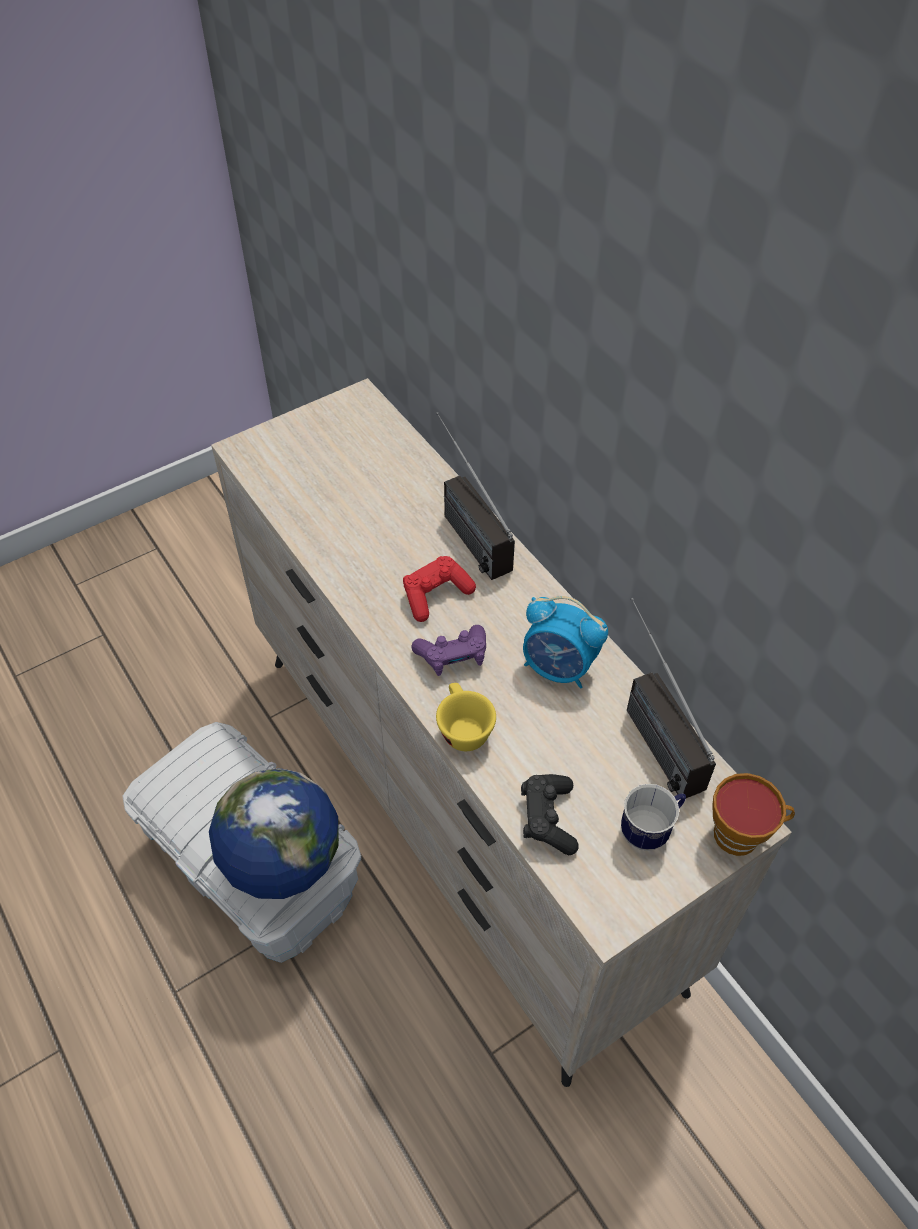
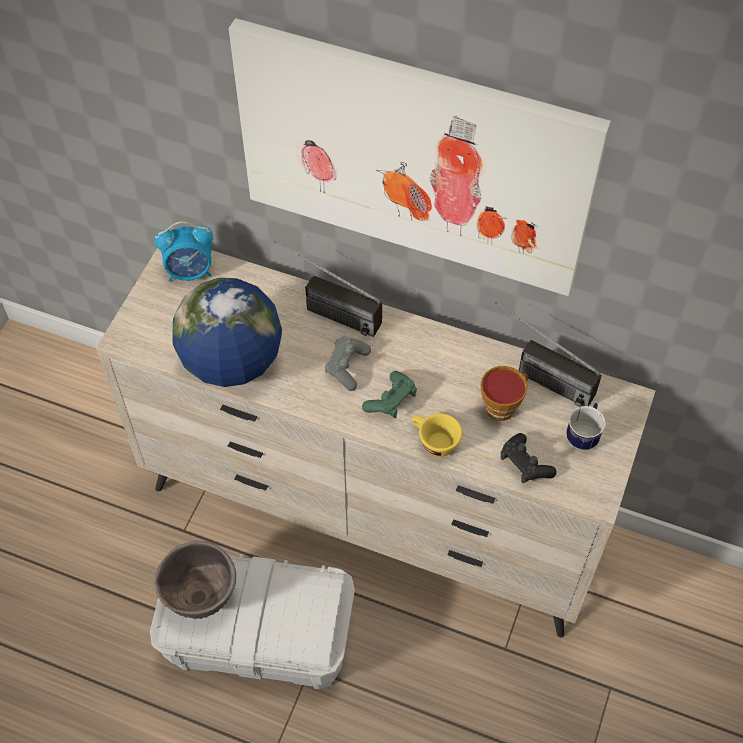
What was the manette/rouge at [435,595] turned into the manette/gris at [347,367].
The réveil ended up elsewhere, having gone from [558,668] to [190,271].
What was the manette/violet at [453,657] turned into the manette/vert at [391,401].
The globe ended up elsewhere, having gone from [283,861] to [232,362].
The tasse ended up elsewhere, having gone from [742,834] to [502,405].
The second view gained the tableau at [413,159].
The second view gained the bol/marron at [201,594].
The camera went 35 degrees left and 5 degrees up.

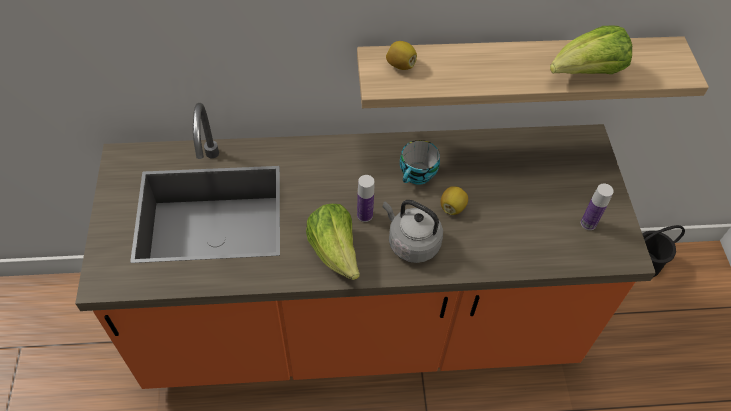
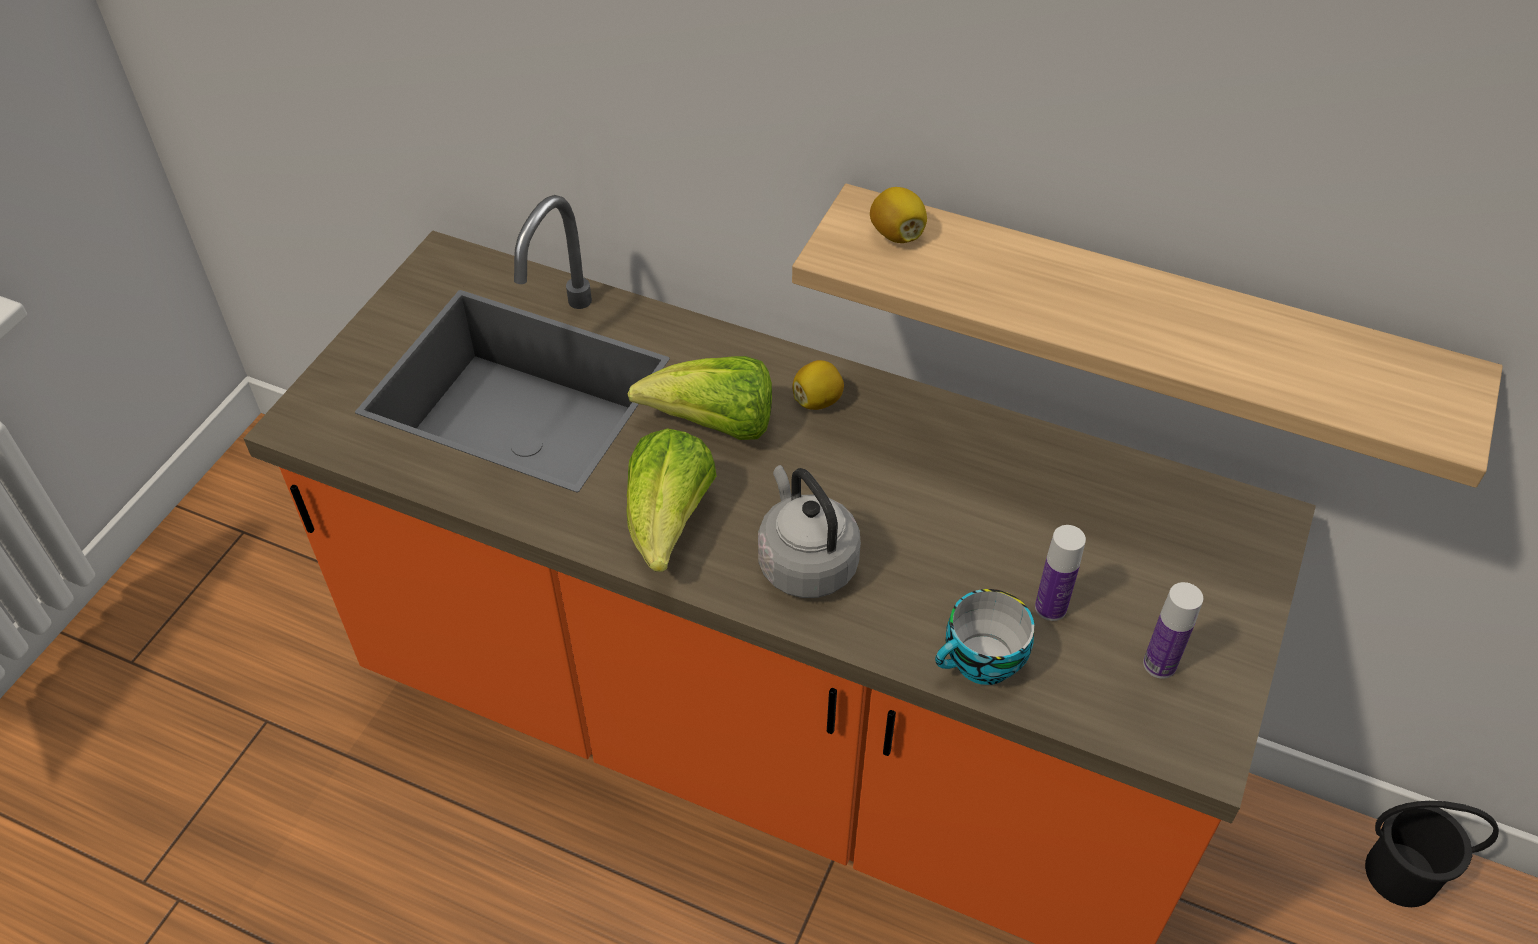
The laitue ended up elsewhere, having gone from [587,73] to [714,426].
The tasse ended up elsewhere, having gone from [417,176] to [981,664].
The bouteille ended up elsewhere, having gone from [364,215] to [1050,607].
The citron ended up elsewhere, having gone from [452,207] to [818,400].
The camera went 30 degrees right and 5 degrees down.

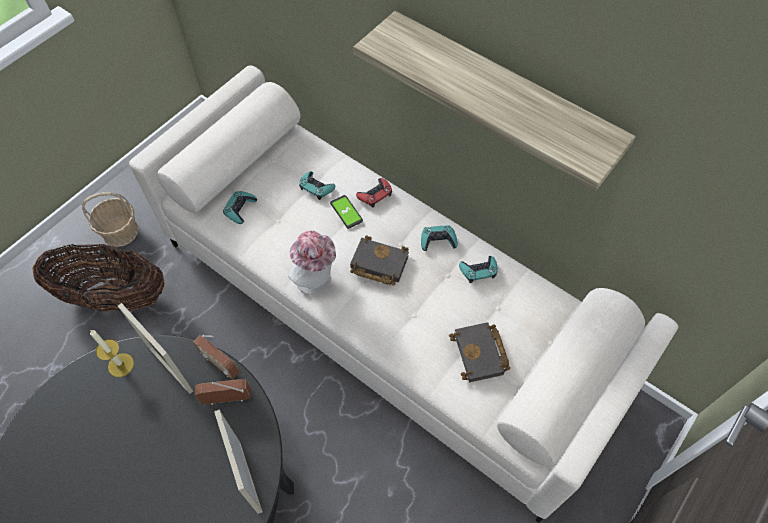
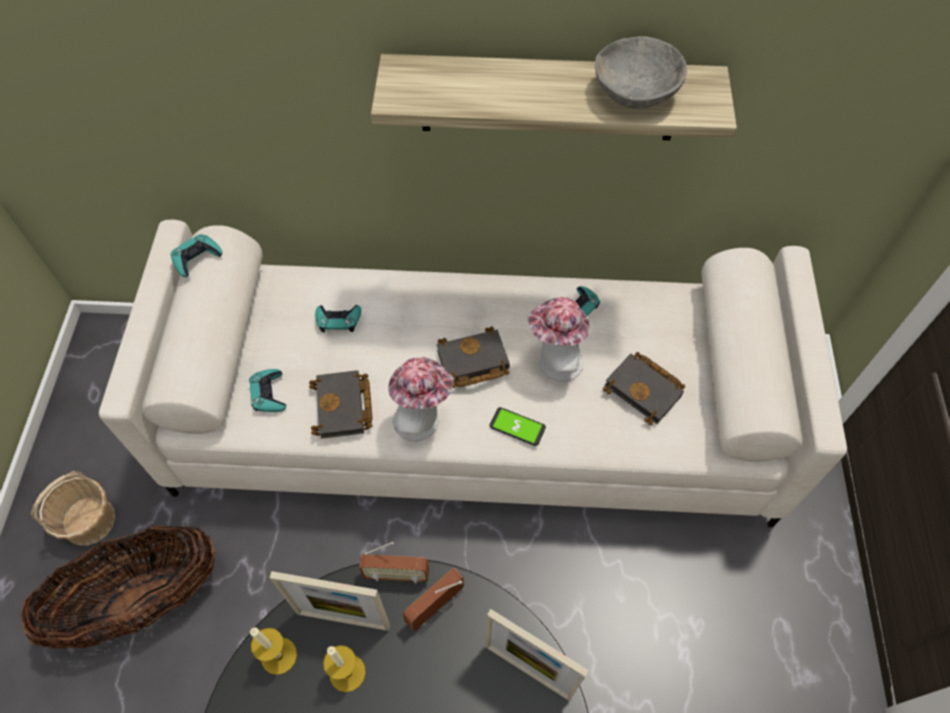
The second view lost the manette/rouge at [375,195].
The téléphone ended up elsewhere, having gone from [346,212] to [517,427].
The manette/turquoise ended up elsewhere, having gone from [438,240] to [197,258].
The second view gained the bol/gris at [636,92].
The second view gained the chapeau at [554,362].
The second view gained the livre/noir at [344,408].
The second view gained the bougie at [347,672].
The camera went 35 degrees left and 0 degrees up.

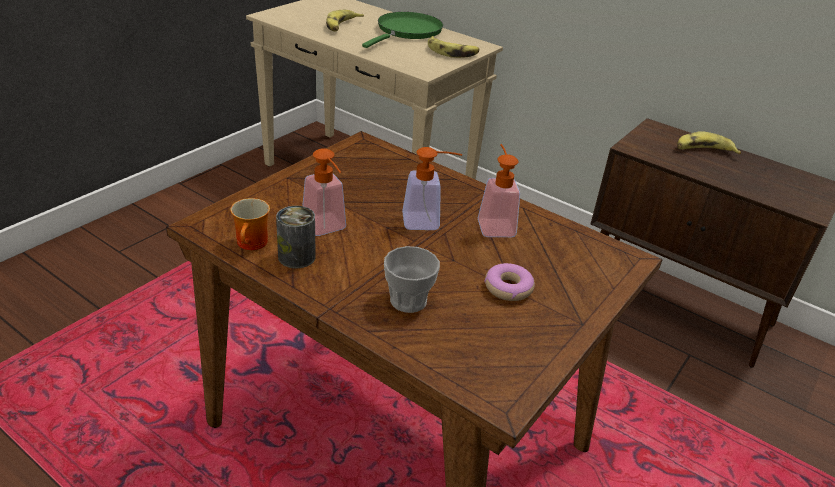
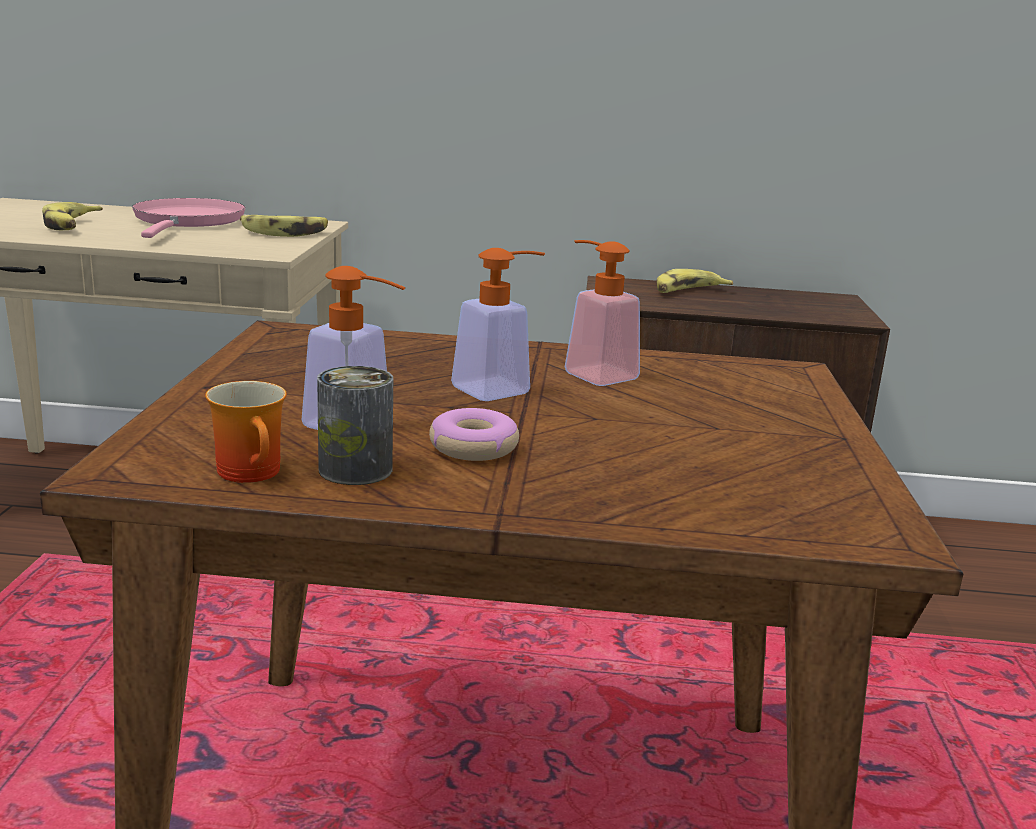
What was the poêle/vert at [407,31] turned into the poêle/rose at [188,221].
The second view lost the tasse at [408,300].
The beignet ended up elsewhere, having gone from [508,288] to [474,447].
The camera went 30 degrees left and 15 degrees down.

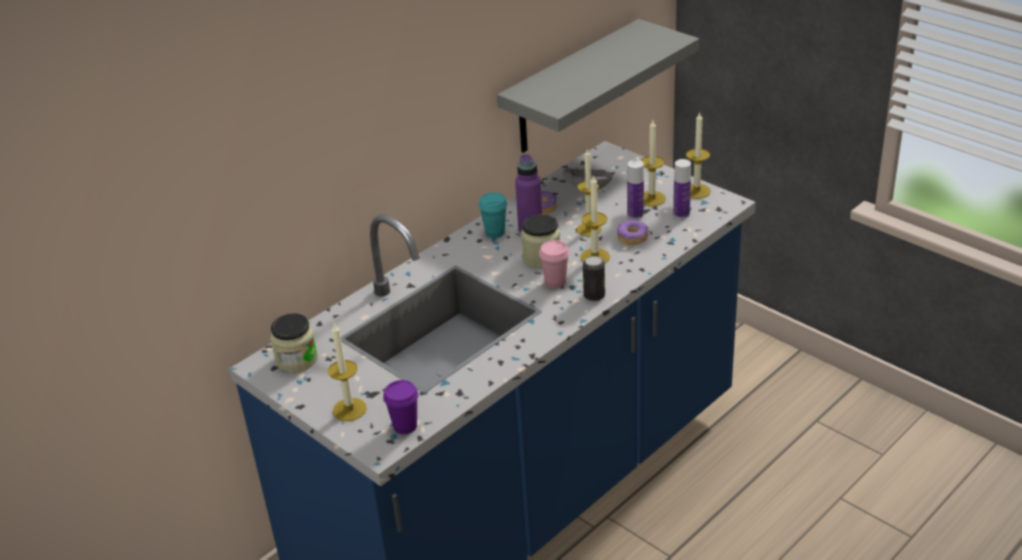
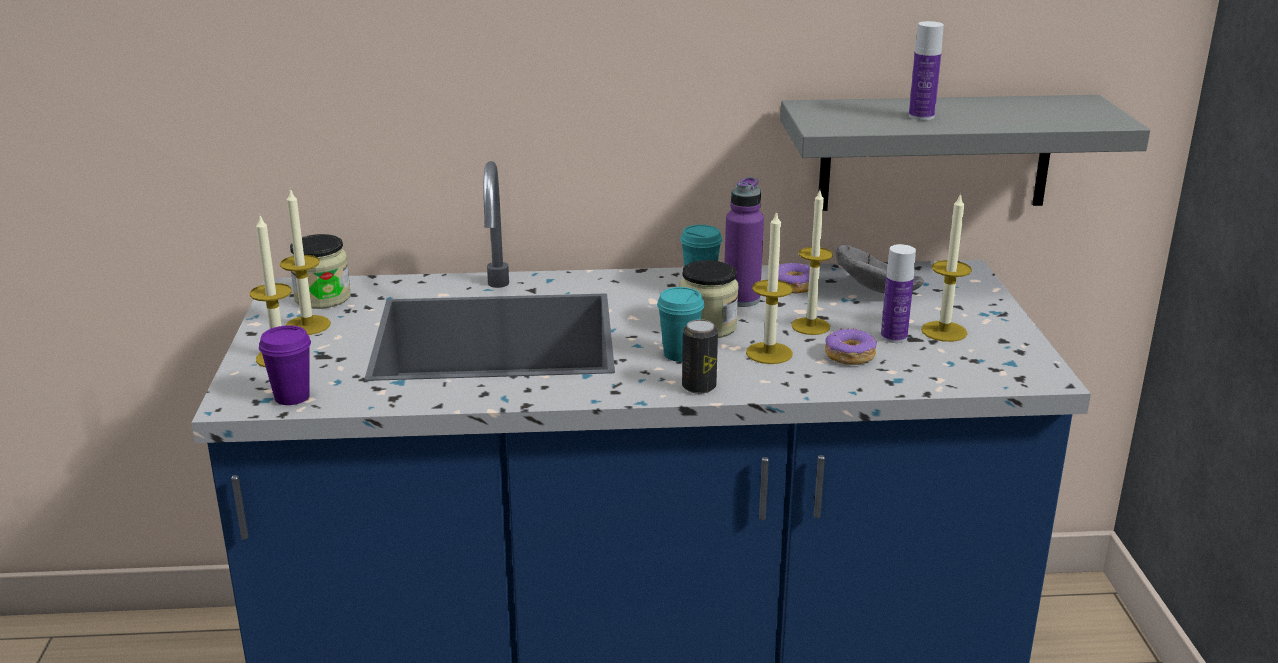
The bougie ended up elsewhere, having gone from [696,191] to [307,325].
The bouteille ended up elsewhere, having gone from [681,214] to [921,116].
What was the tasse/rose at [555,282] turned into the tasse/turquoise at [679,354].
The camera went 40 degrees right and 10 degrees down.

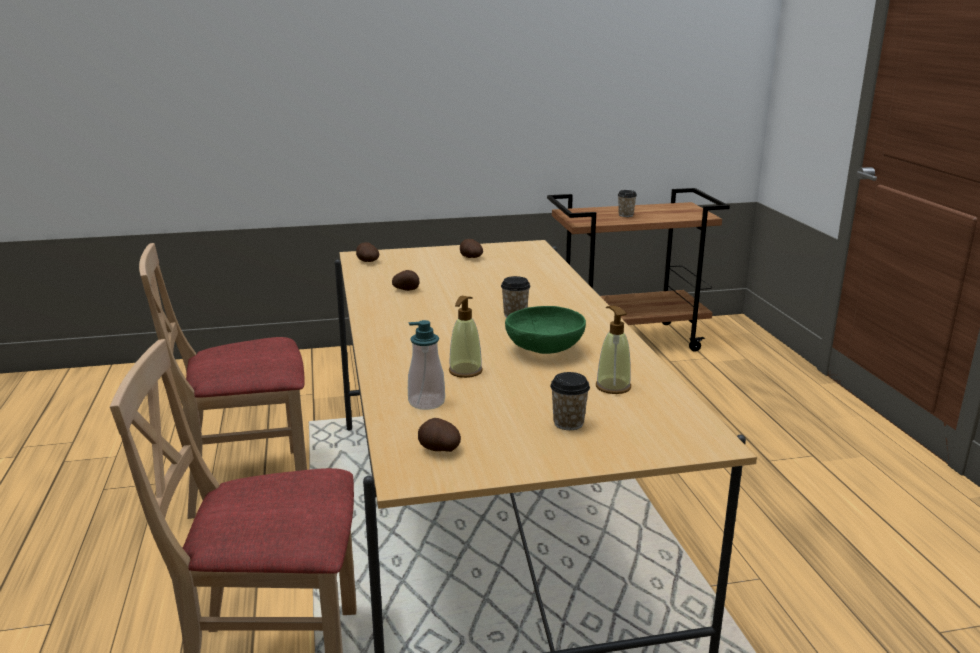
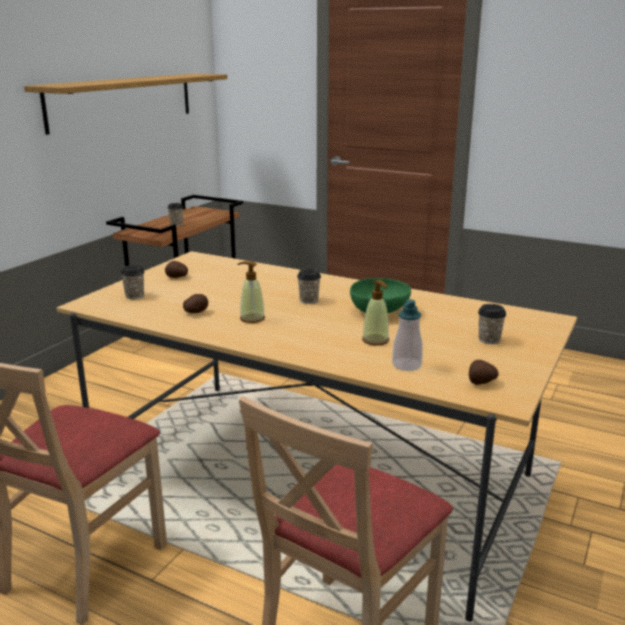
The second view lost the pomme de terre at [367,261].
The distributeur de savon ended up elsewhere, having gone from [613,387] to [252,318].
The second view gained the étagère at [123,101].
The second view gained the tasse at [134,296].
The camera went 50 degrees left and 0 degrees up.

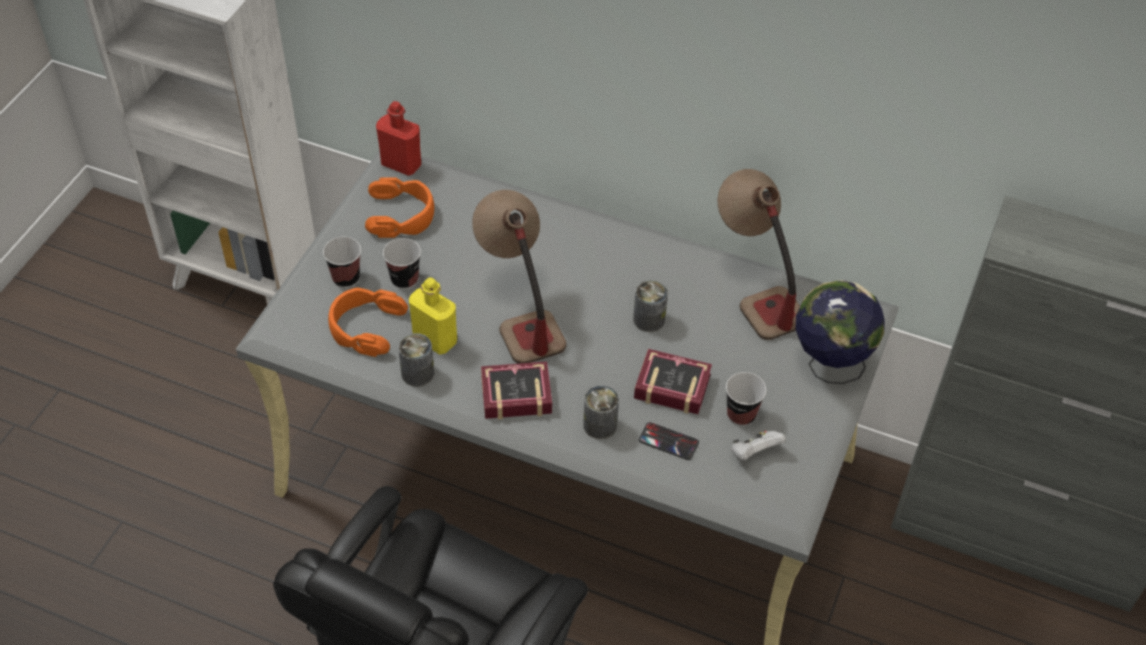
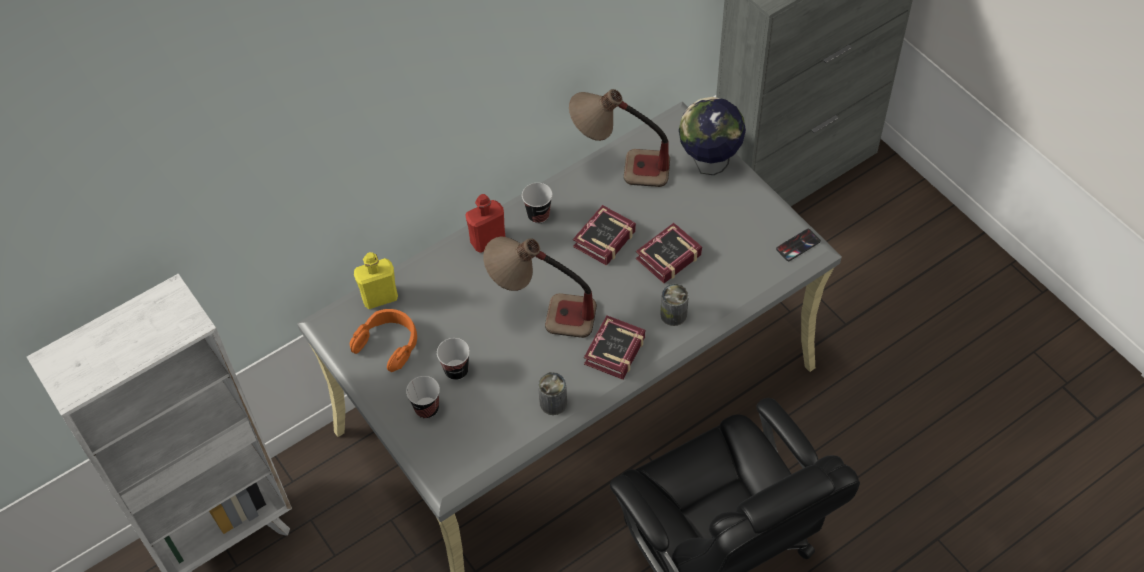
The bouteille/rouge ended up elsewhere, having gone from [401,164] to [488,240].
The bouteille/jaune ended up elsewhere, having gone from [435,339] to [380,297].
Where the boîte métallique stood at [649,319], the livre came to stand at [601,240].
The second view lost the casque audio/orange at [365,327].
The tasse ended up elsewhere, having gone from [741,414] to [538,215].
The téléphone ended up elsewhere, having gone from [668,441] to [798,245].
The second view lost the manette/blanc at [754,453].
The camera went 55 degrees left and 5 degrees up.

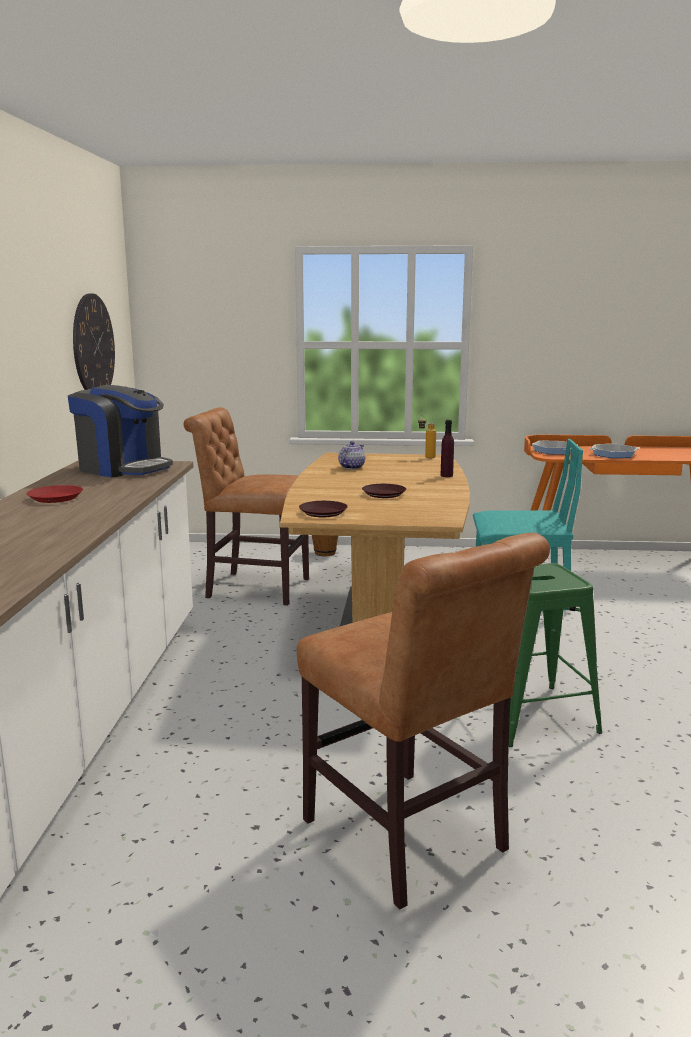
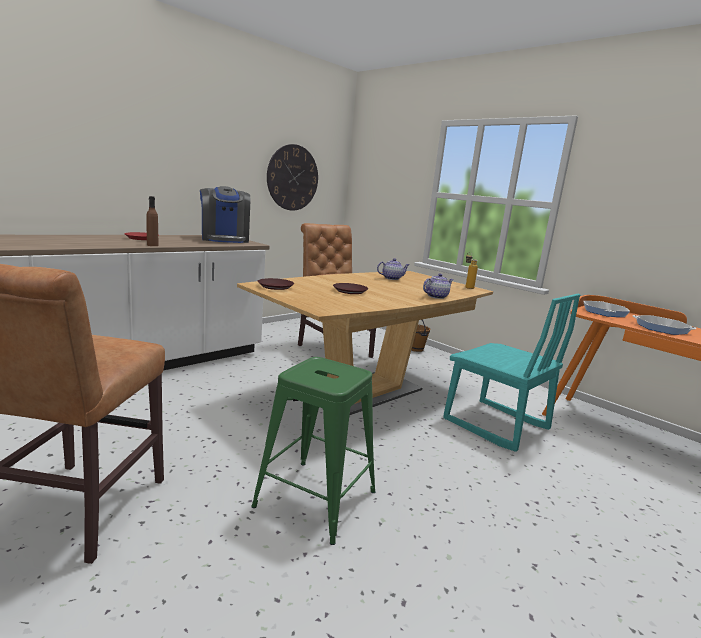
Where the bouteille/violet stood at [446,475], the théière came to stand at [436,296].
The second view gained the bouteille/marron at [152,245].
The camera went 40 degrees right and 0 degrees up.

